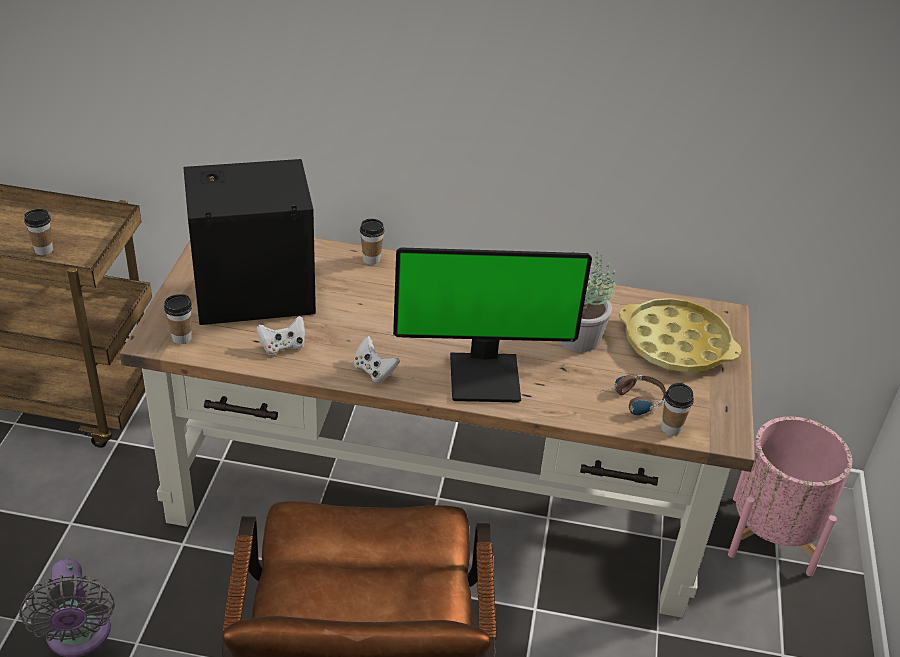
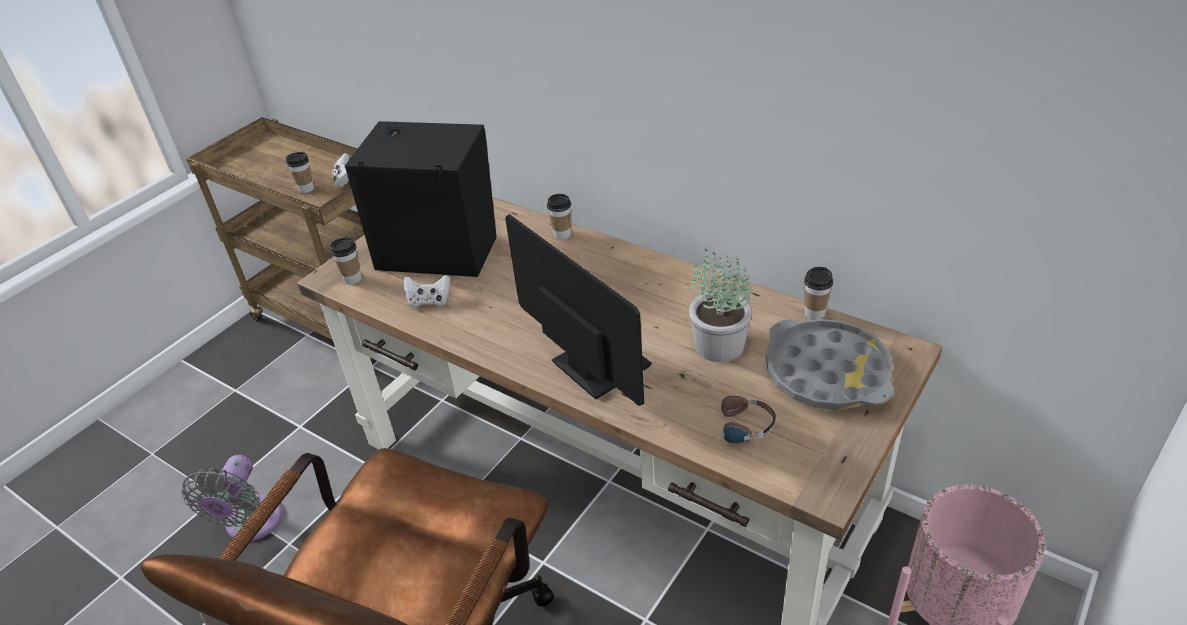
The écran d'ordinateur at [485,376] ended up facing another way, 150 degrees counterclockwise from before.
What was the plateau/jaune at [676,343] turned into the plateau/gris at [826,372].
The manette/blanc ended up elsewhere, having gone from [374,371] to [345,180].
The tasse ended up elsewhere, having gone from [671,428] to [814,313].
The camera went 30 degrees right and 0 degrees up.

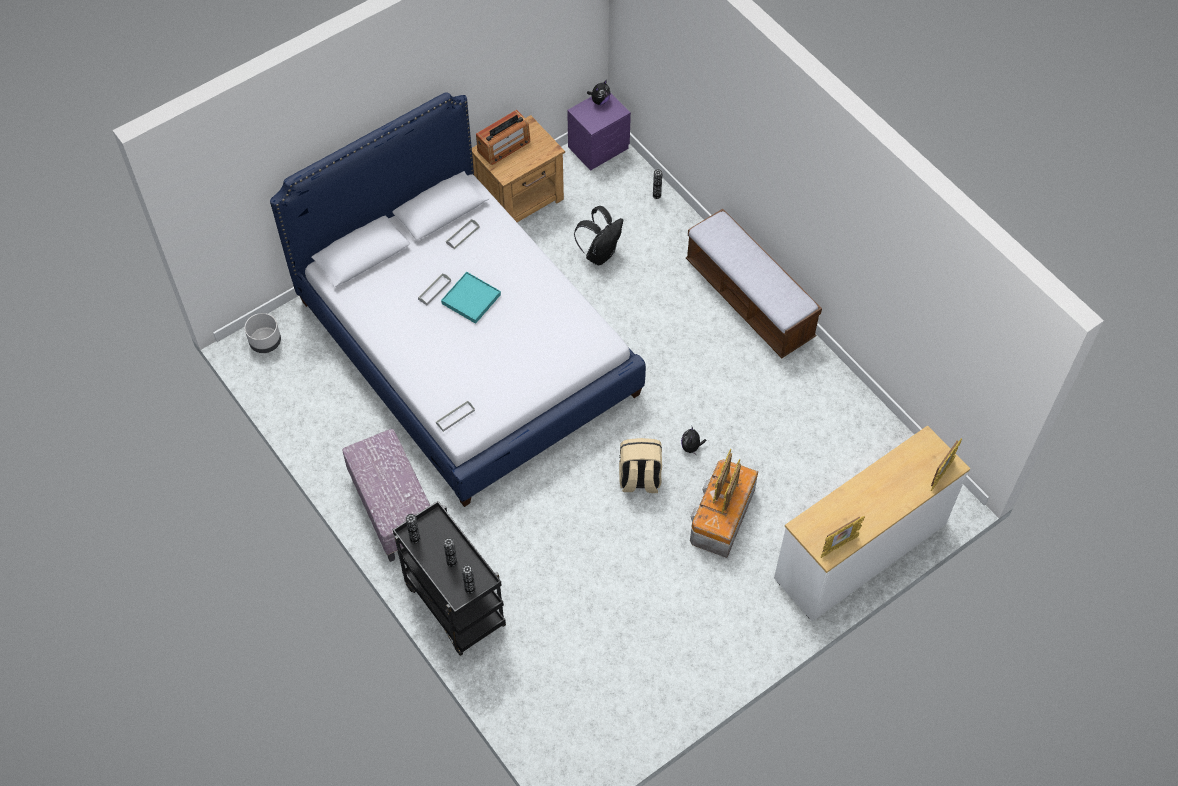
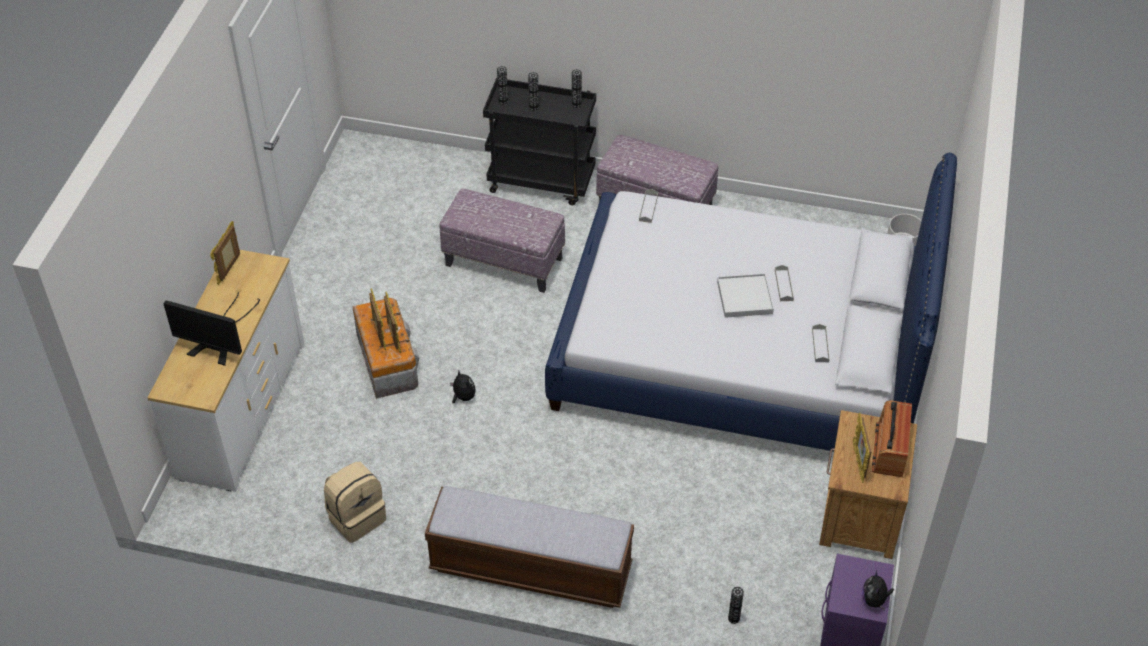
The second view lost the sac à dos/noir at [600,253].
What was the plateau/turquoise at [471,299] turned into the plateau/blanc at [745,298].
The sac à dos/beige ended up elsewhere, having gone from [639,479] to [356,517].
The cadre photo ended up elsewhere, having gone from [941,474] to [858,462].
The second view gained the pouf at [503,262].
The second view gained the écran d'ordinateur at [218,341].
The camera went 140 degrees right and 10 degrees down.

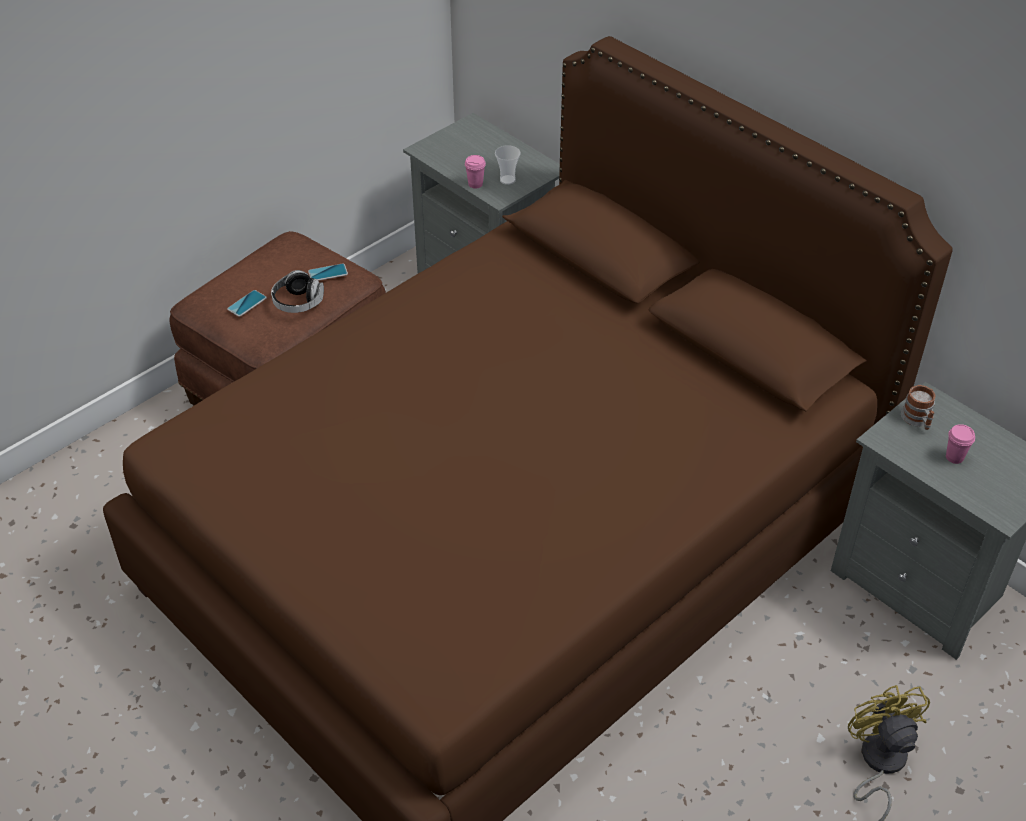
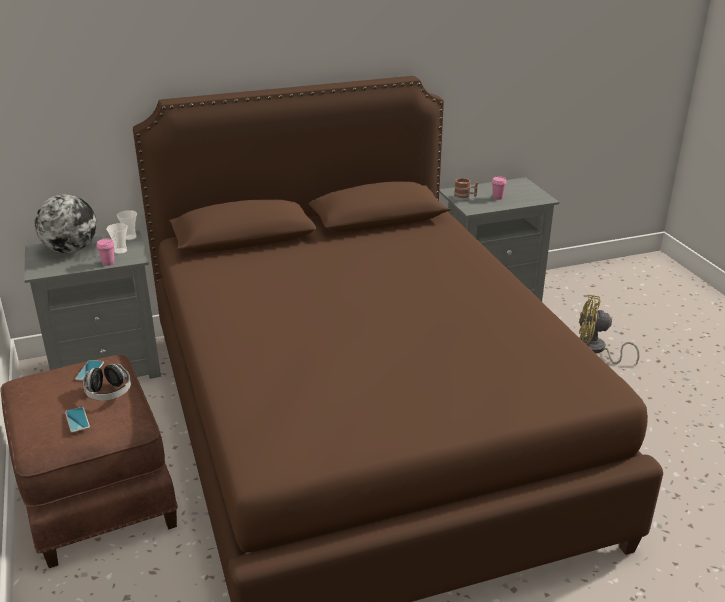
The second view gained the globe at [71,250].
The second view gained the tasse at [130,237].
The camera went 65 degrees left and 15 degrees down.

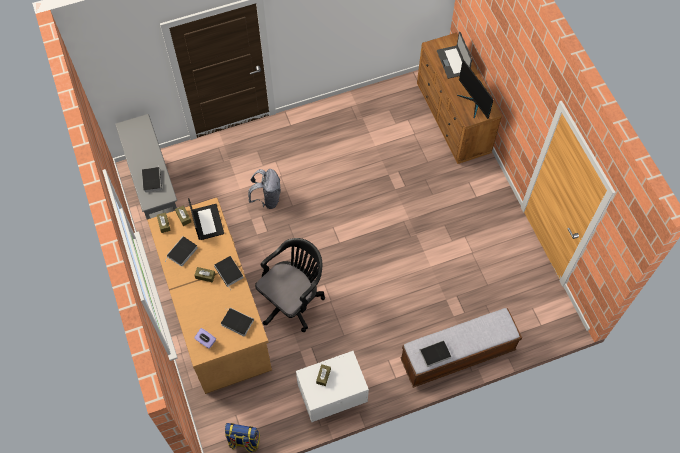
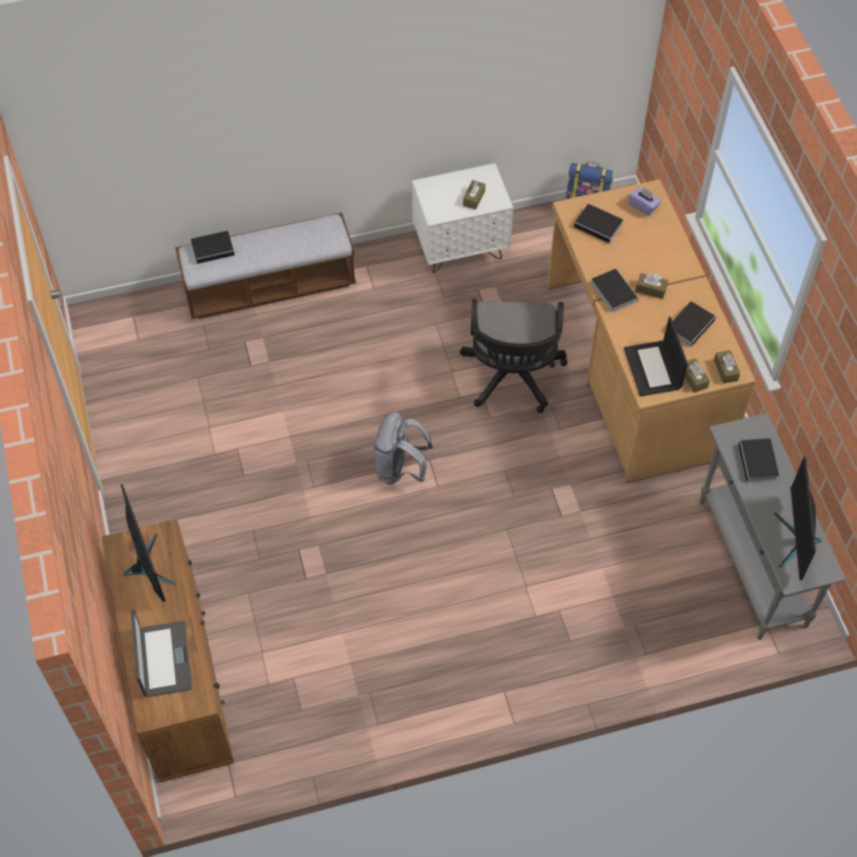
The sac à dos/gris ended up elsewhere, having gone from [267,198] to [400,469].
The chaise de bureau/noir at [292,300] ended up facing another way, 45 degrees counterclockwise from before.
The livre ended up elsewhere, having gone from [434,355] to [214,248].
The second view gained the écran d'ordinateur at [795,540].
The camera went 175 degrees left and 5 degrees down.

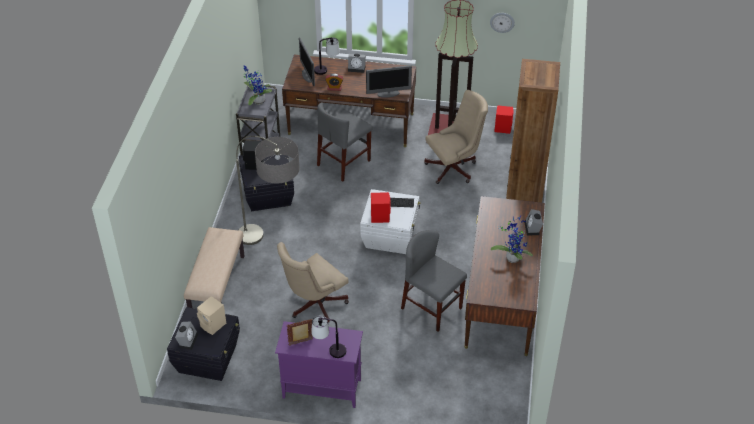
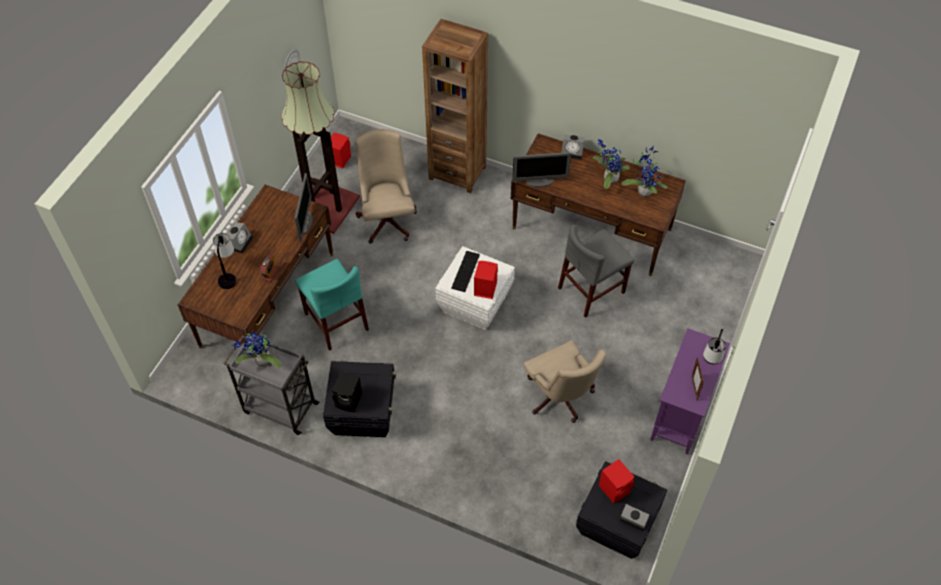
The écran d'ordinateur ended up elsewhere, having gone from [307,76] to [540,181].
What was the chaise/gris at [344,163] turned into the chaise/turquoise at [336,321].
The second view lost the lampadaire at [273,250].
The second view lost the banc/beige at [217,286].
What was the enceinte/beige at [213,325] turned into the enceinte/rouge at [615,488].
The second view gained the plante en pot at [644,190].
The camera went 75 degrees left and 10 degrees up.

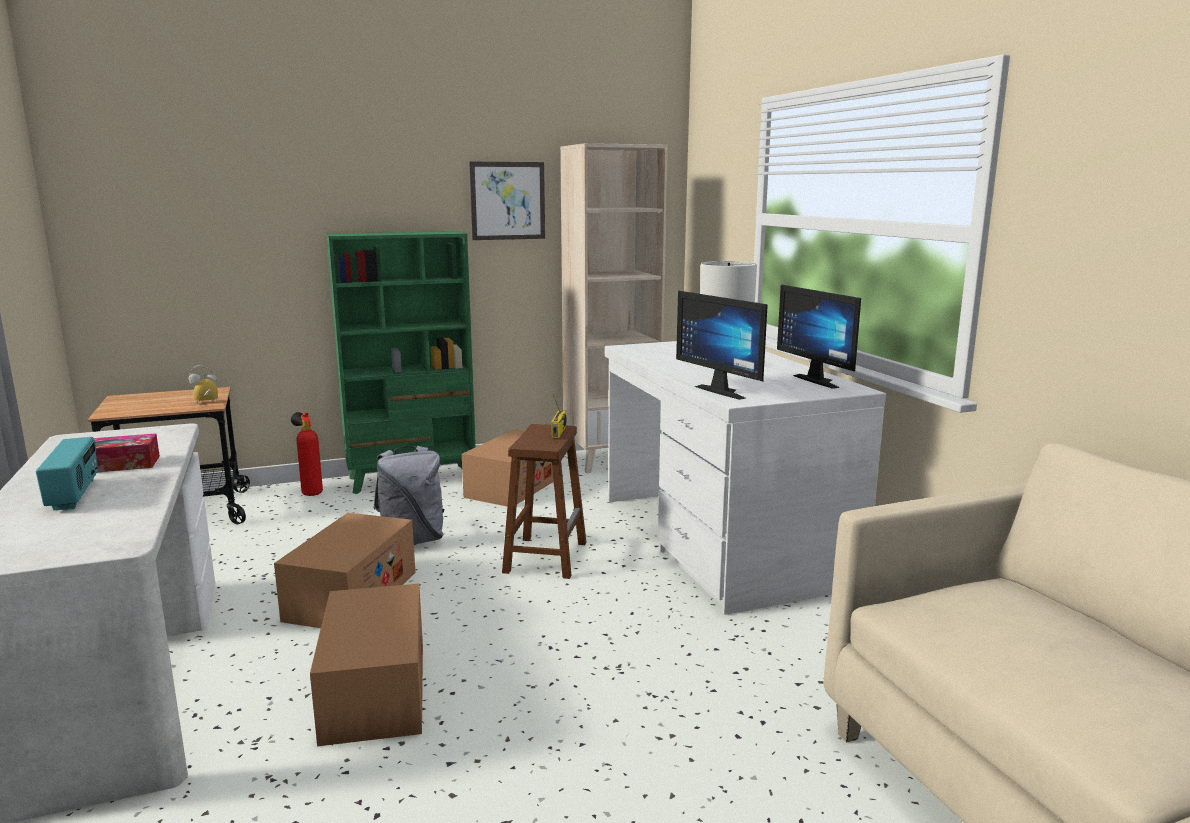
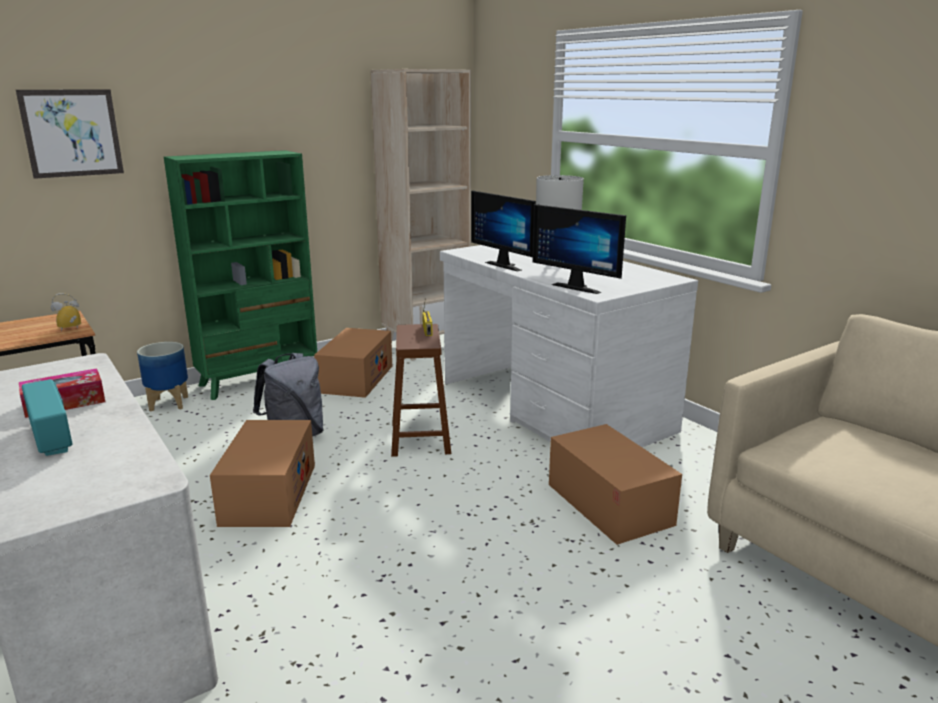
The tableau ended up elsewhere, having gone from [507,201] to [72,133].
The écran d'ordinateur ended up elsewhere, having gone from [821,380] to [507,265].
Where the extincteur stood at [310,493], the cache-pot came to stand at [169,403].
The carton ended up elsewhere, having gone from [375,690] to [609,504].
The camera went 15 degrees left and 5 degrees up.

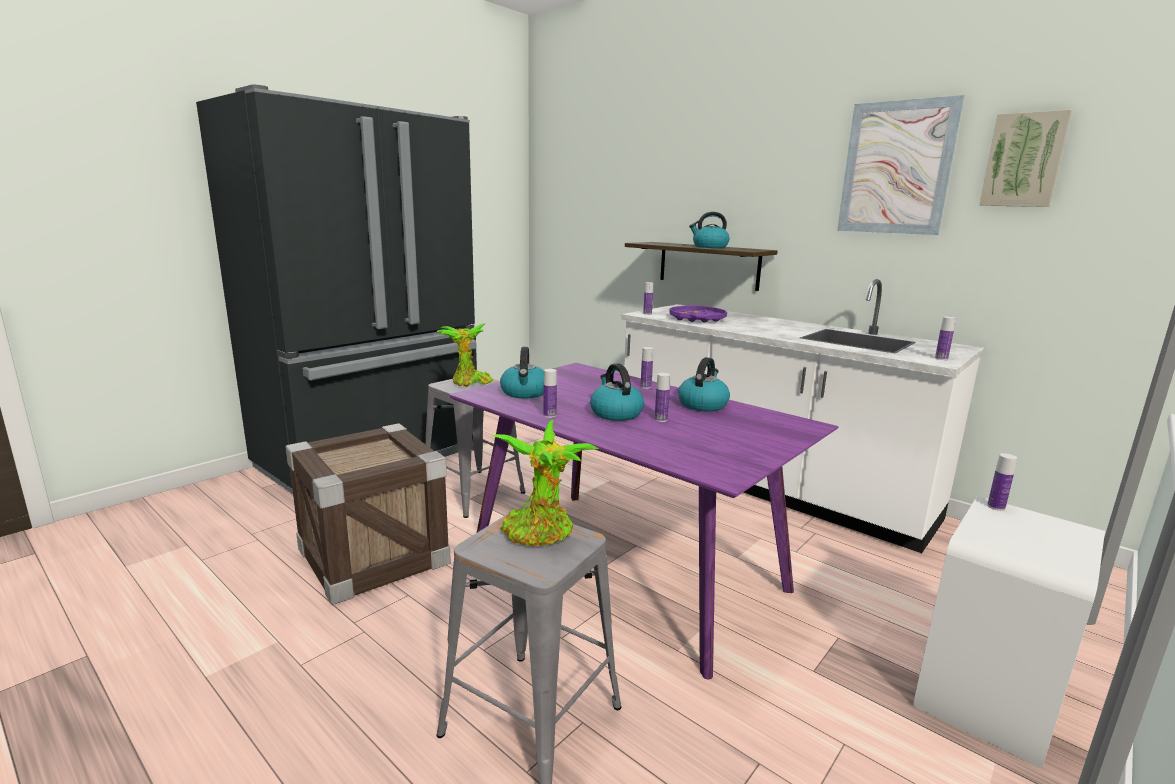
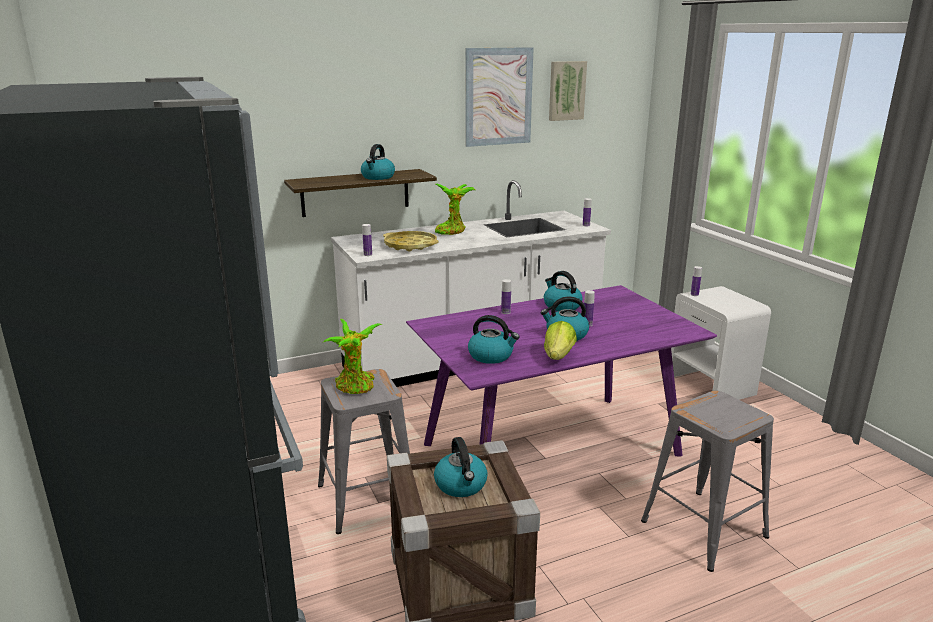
What was the plateau/violet at [697,319] turned into the plateau/jaune at [410,245].
Where the bouteille stood at [550,415], the laitue came to stand at [558,356].
The plante en pot ended up elsewhere, having gone from [541,533] to [452,231].
The second view gained the bouilloire at [461,485].
The camera went 65 degrees left and 5 degrees up.

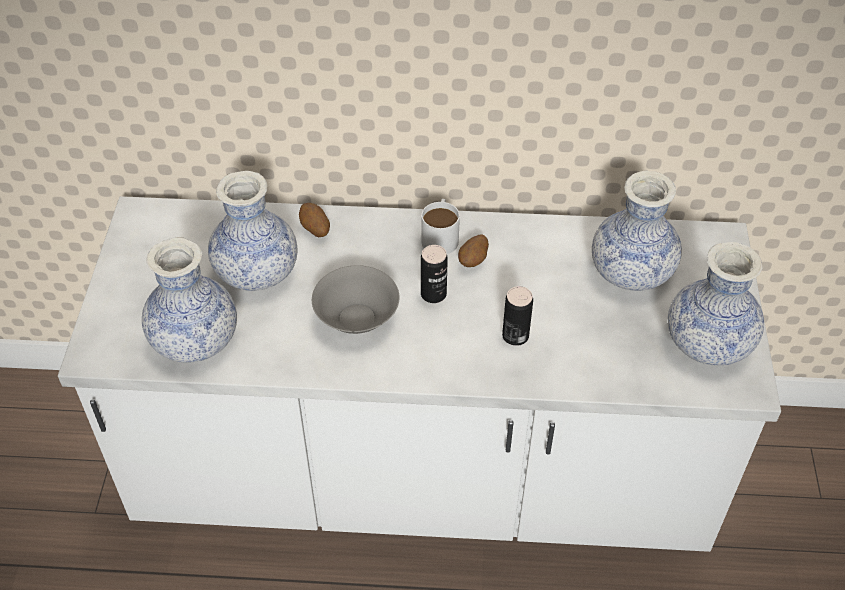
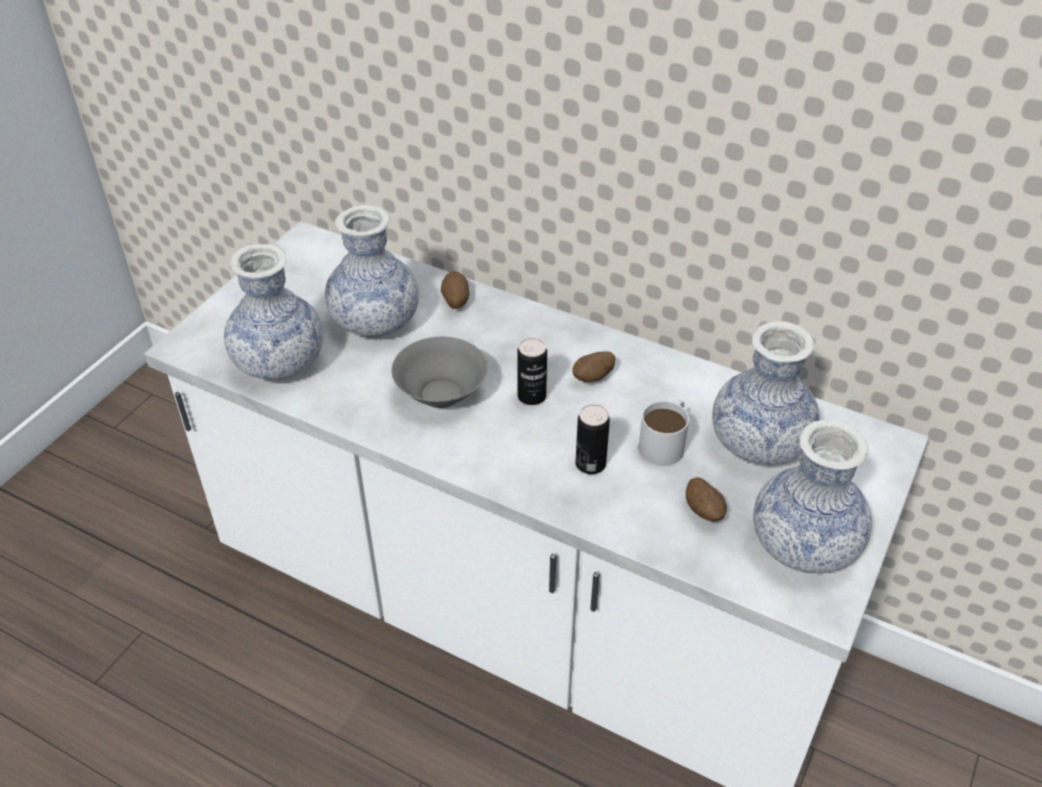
The mug/blanc ended up elsewhere, having gone from [441,235] to [665,442].
The second view gained the pomme de terre at [704,511].
The camera went 25 degrees right and 5 degrees down.

